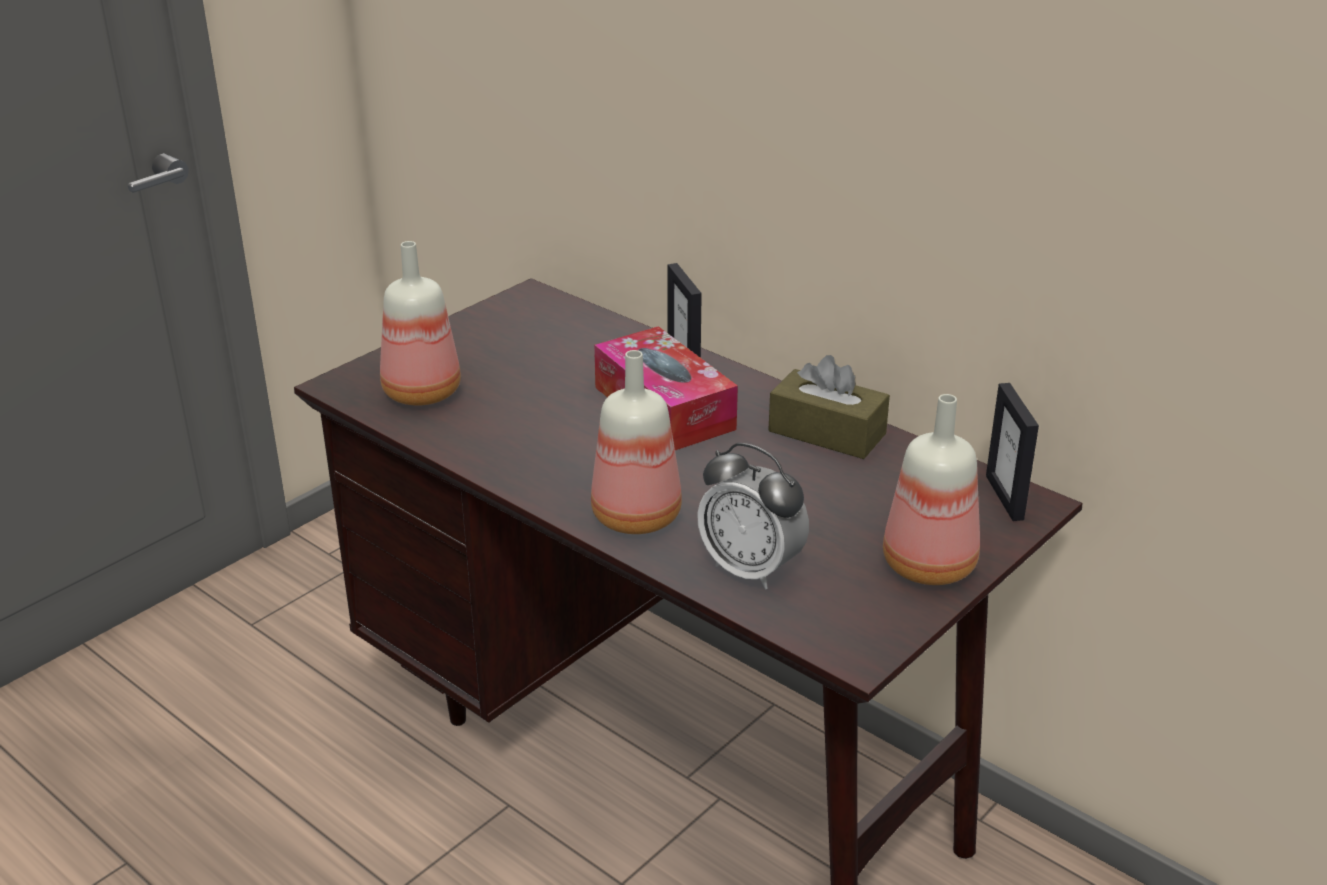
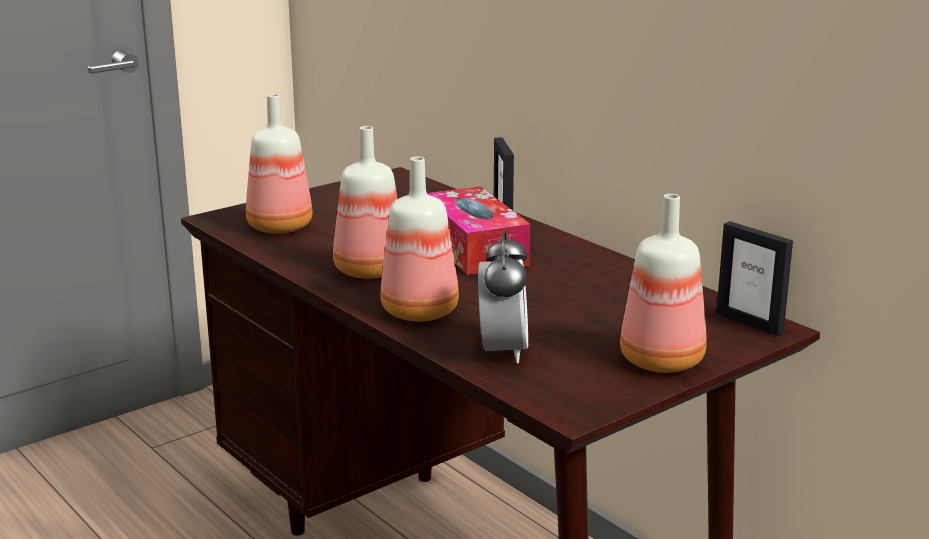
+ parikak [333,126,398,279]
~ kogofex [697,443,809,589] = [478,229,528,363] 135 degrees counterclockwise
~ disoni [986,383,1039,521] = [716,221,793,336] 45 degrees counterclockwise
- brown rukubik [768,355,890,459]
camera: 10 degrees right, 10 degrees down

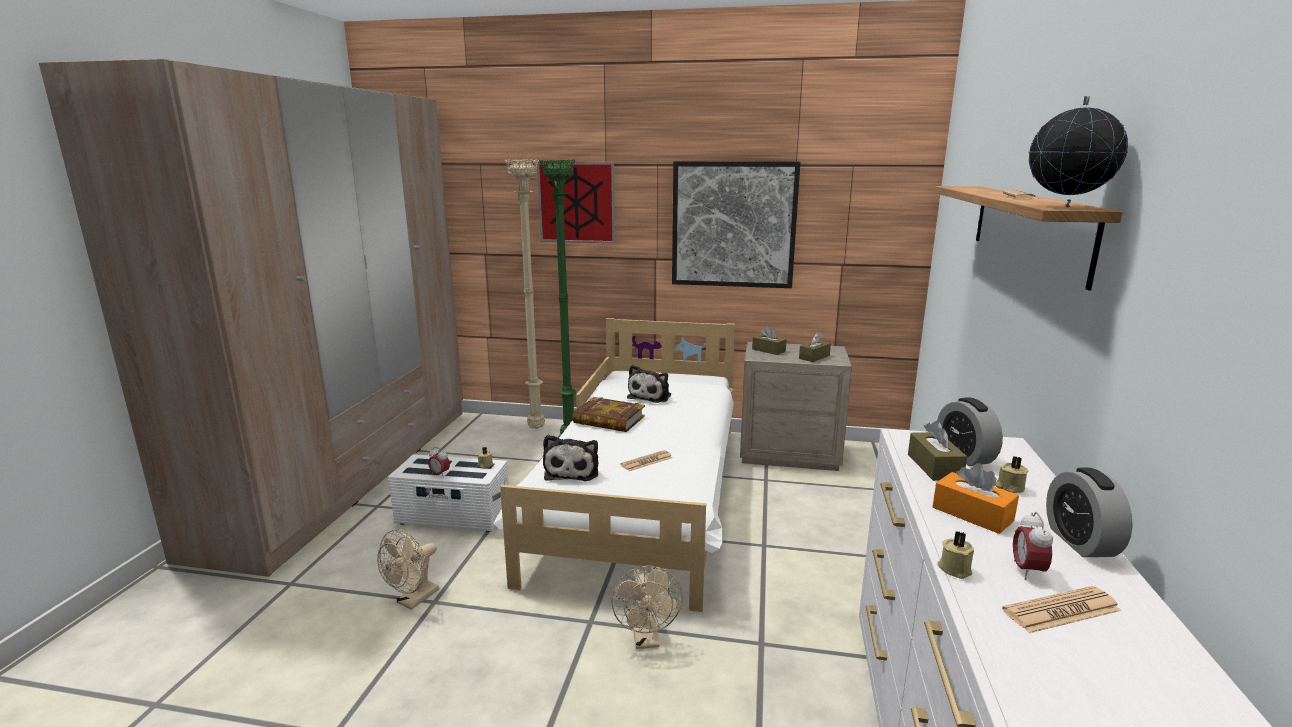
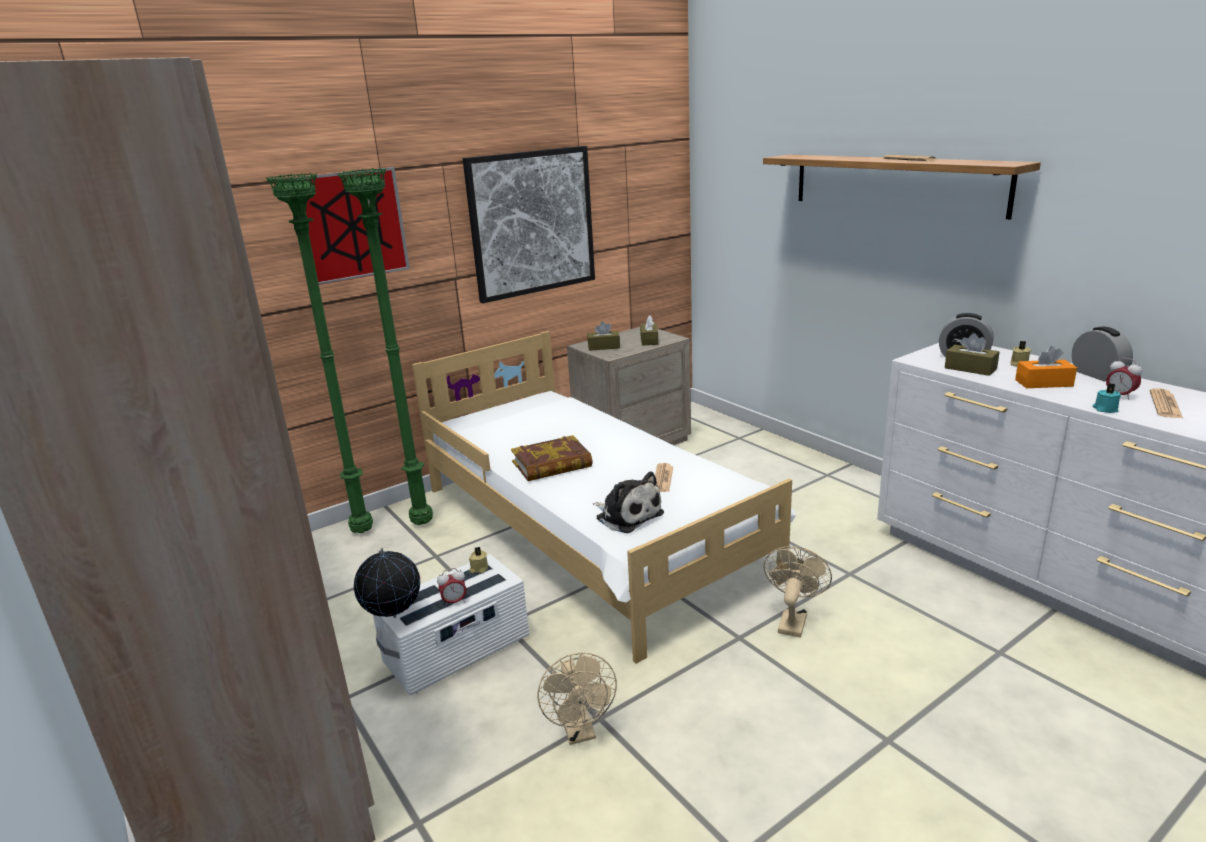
~ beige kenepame [505,159,545,429] to green kenepame [266,173,373,533]
~ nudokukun [1029,96,1128,207] to [354,548,420,618]
~ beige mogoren [611,566,683,649] = [764,546,832,638] 105 degrees counterclockwise
~ kogofex [1046,468,1133,557] = [1072,327,1133,382] 150 degrees counterclockwise
~ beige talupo [937,531,974,579] to turquoise talupo [1092,383,1121,413]
- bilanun [627,365,671,403]
camera: 45 degrees left, 5 degrees up

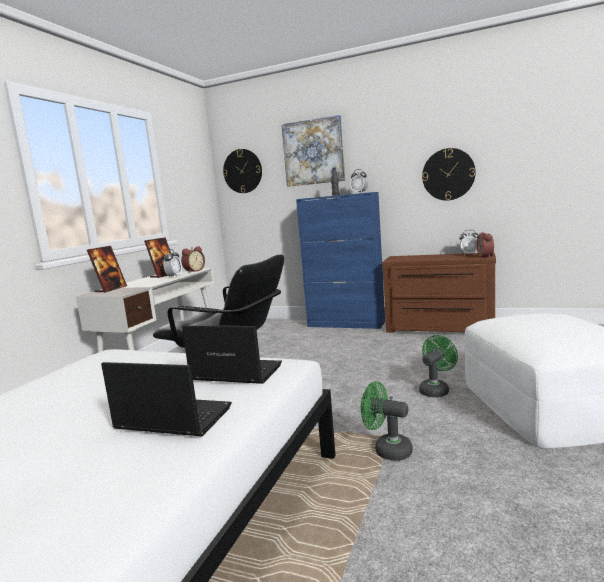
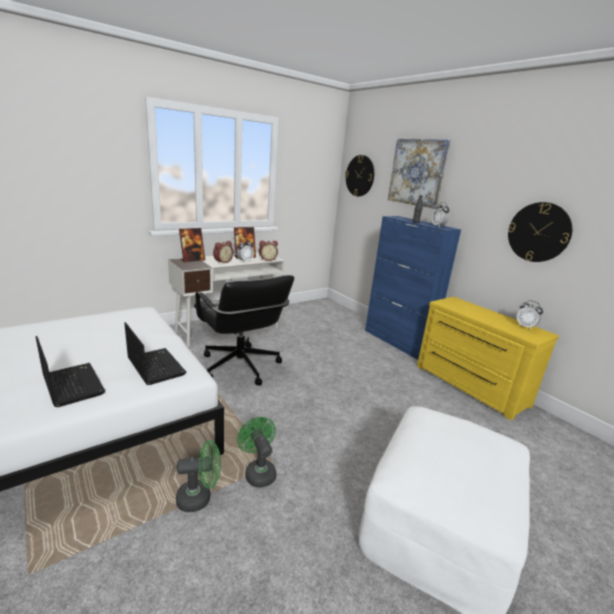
~ green mogoren [419,335,458,397] to [176,440,221,512]
~ kogofex [477,232,494,258] to [213,241,233,264]
~ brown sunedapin [382,253,496,333] to yellow sunedapin [417,296,559,420]
camera: 30 degrees right, 10 degrees up

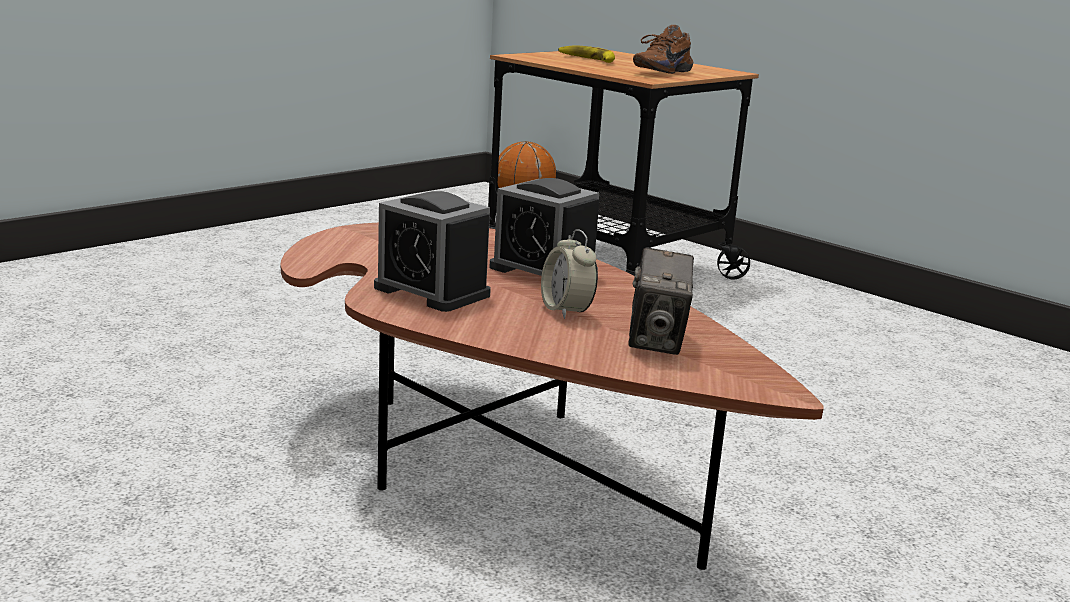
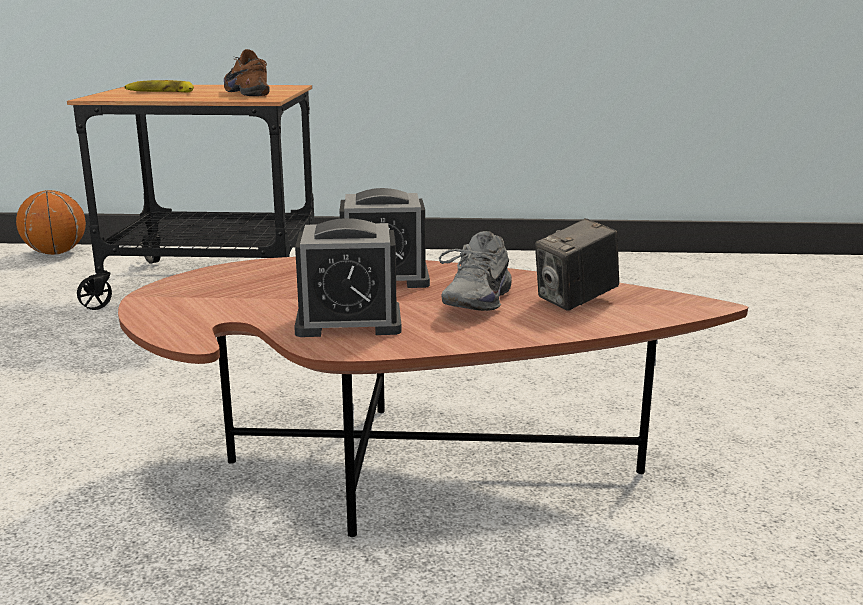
~ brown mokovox [633,25,693,74] = [224,49,270,96] 150 degrees clockwise
~ kogofex [541,229,598,319] to grey mokovox [439,231,512,311]
~ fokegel [629,247,694,355] = [535,218,619,311] 90 degrees clockwise
camera: 40 degrees left, 0 degrees up

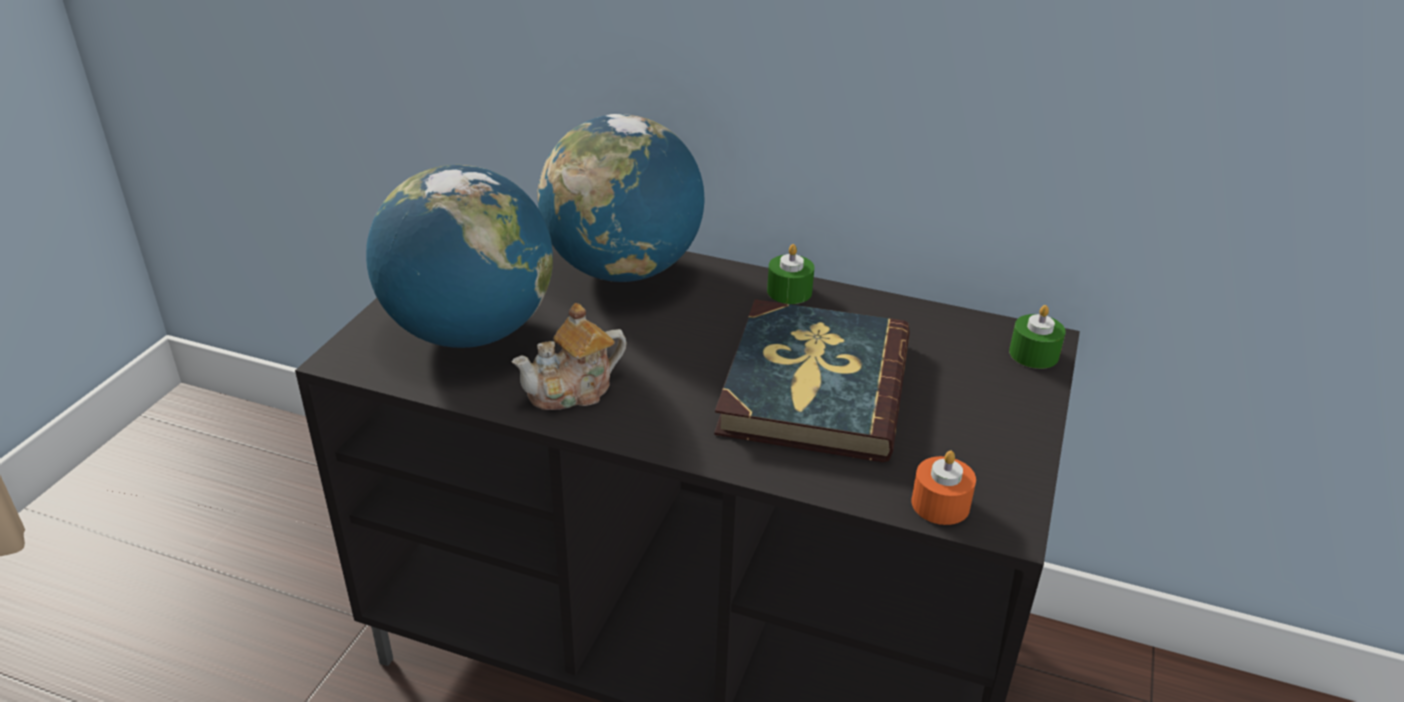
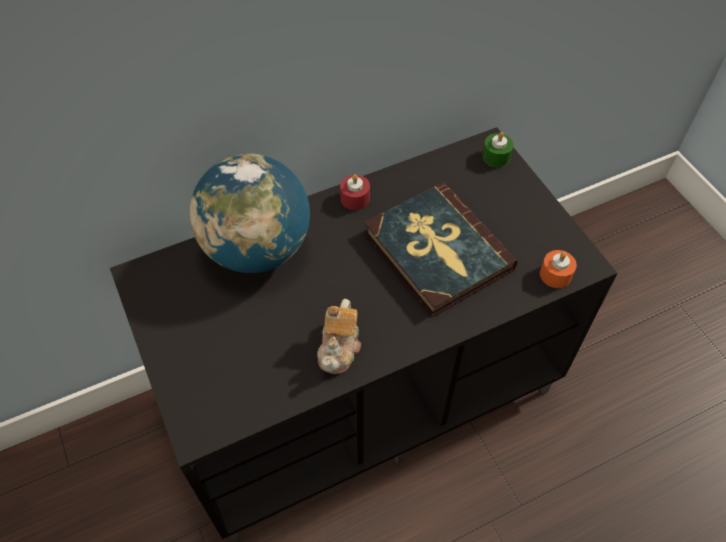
~ green talupo [767,244,814,304] to red talupo [340,174,370,210]
- nudokukun [366,165,553,348]
camera: 45 degrees left, 20 degrees up

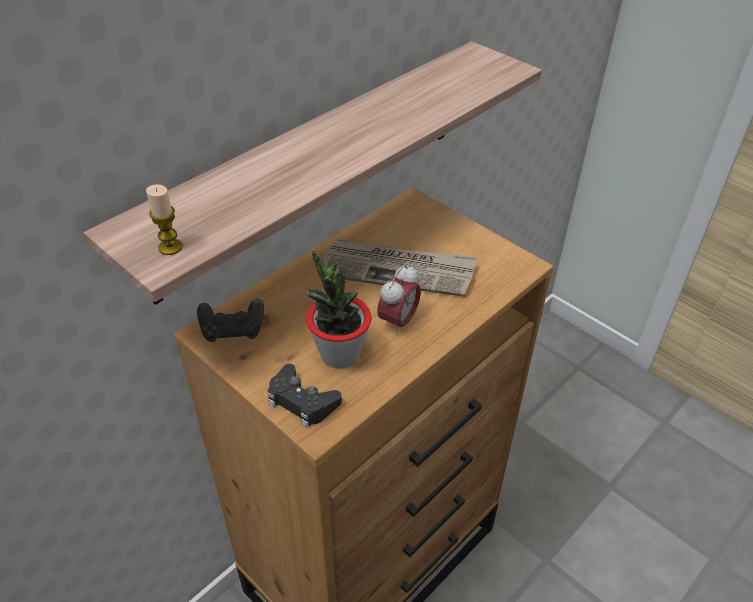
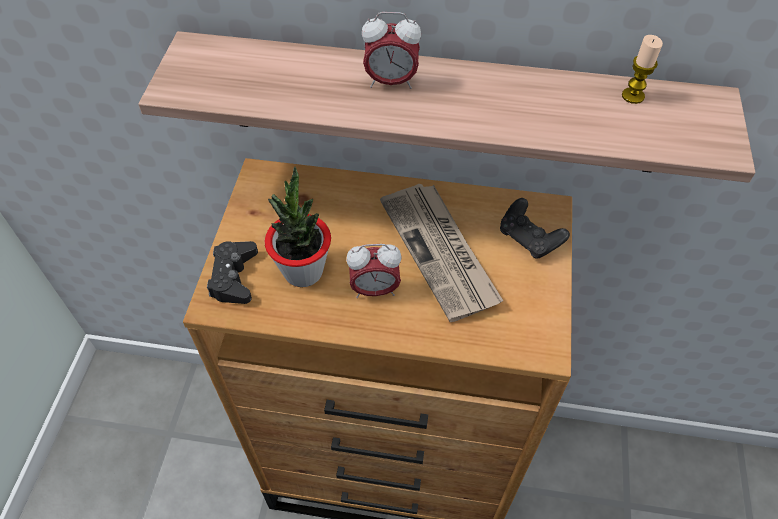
+ kogofex [362,12,421,89]
~ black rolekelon [197,299,264,342] to [500,198,570,259]
~ talupo [146,184,183,255] to [622,35,663,104]
camera: 55 degrees right, 10 degrees up

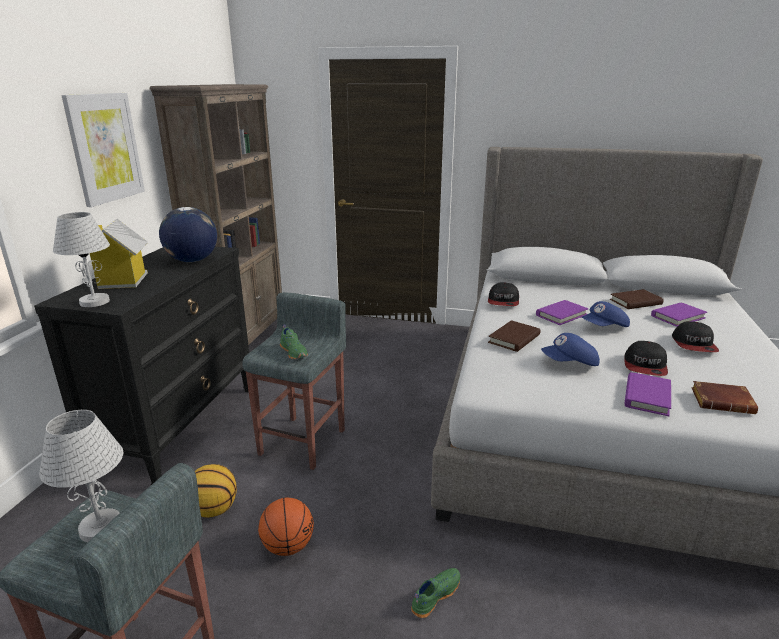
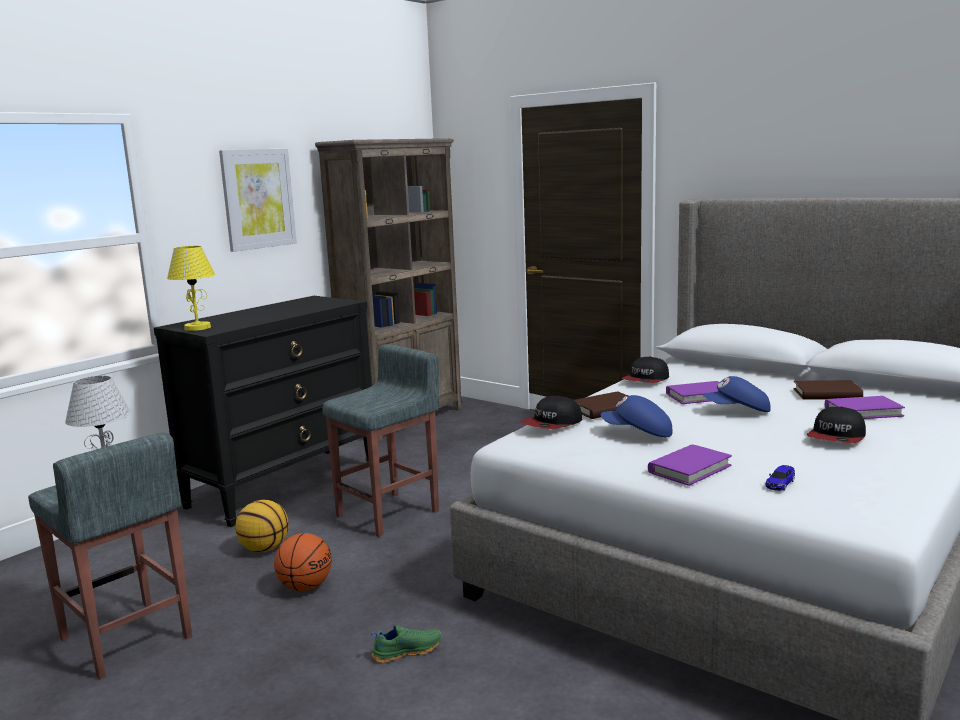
~ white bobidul [53,212,110,307] to yellow bobidul [167,246,215,331]
~ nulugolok [625,341,668,376] to [520,396,582,429]
~ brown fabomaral [691,381,758,414] to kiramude [766,465,795,491]
- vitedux [90,219,148,289]
- nudokukun [159,207,217,262]
- green mokovox [280,324,308,360]
camera: 25 degrees right, 10 degrees down

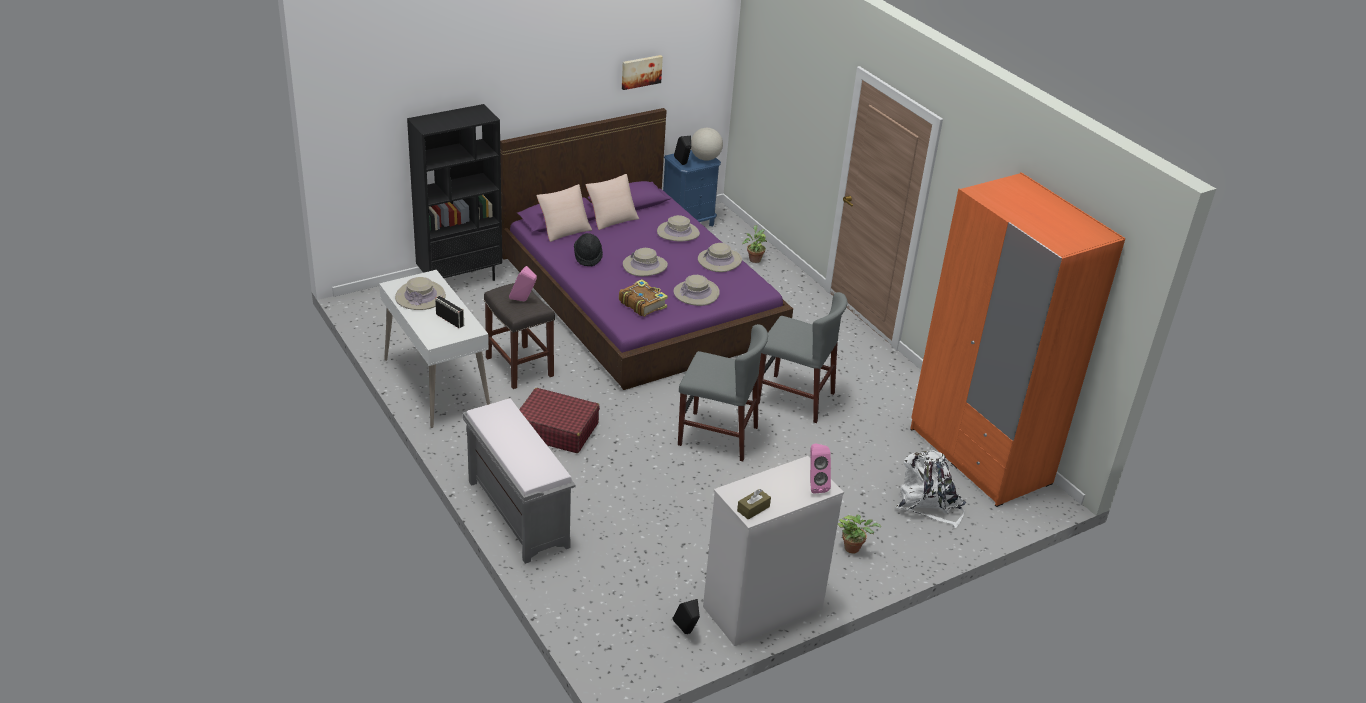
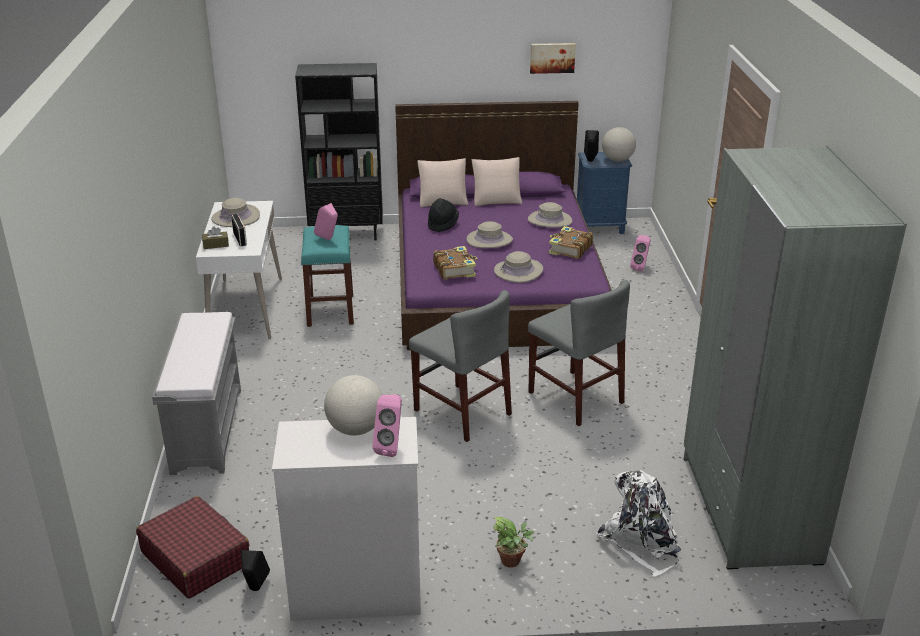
~ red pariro [519,388,600,453] to [136,496,250,599]
~ brown rukubik [737,489,771,520] to [202,226,229,249]
~ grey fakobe [484,283,555,389] to turquoise fakobe [301,225,354,327]
+ nudokukun [324,375,383,435]
~ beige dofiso [698,243,742,272] to fabomaral [549,226,593,259]
~ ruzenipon [742,225,767,263] to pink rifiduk [630,235,651,271]
~ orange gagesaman [910,172,1126,507] to grey gagesaman [684,146,907,569]
camera: 30 degrees right, 5 degrees down

